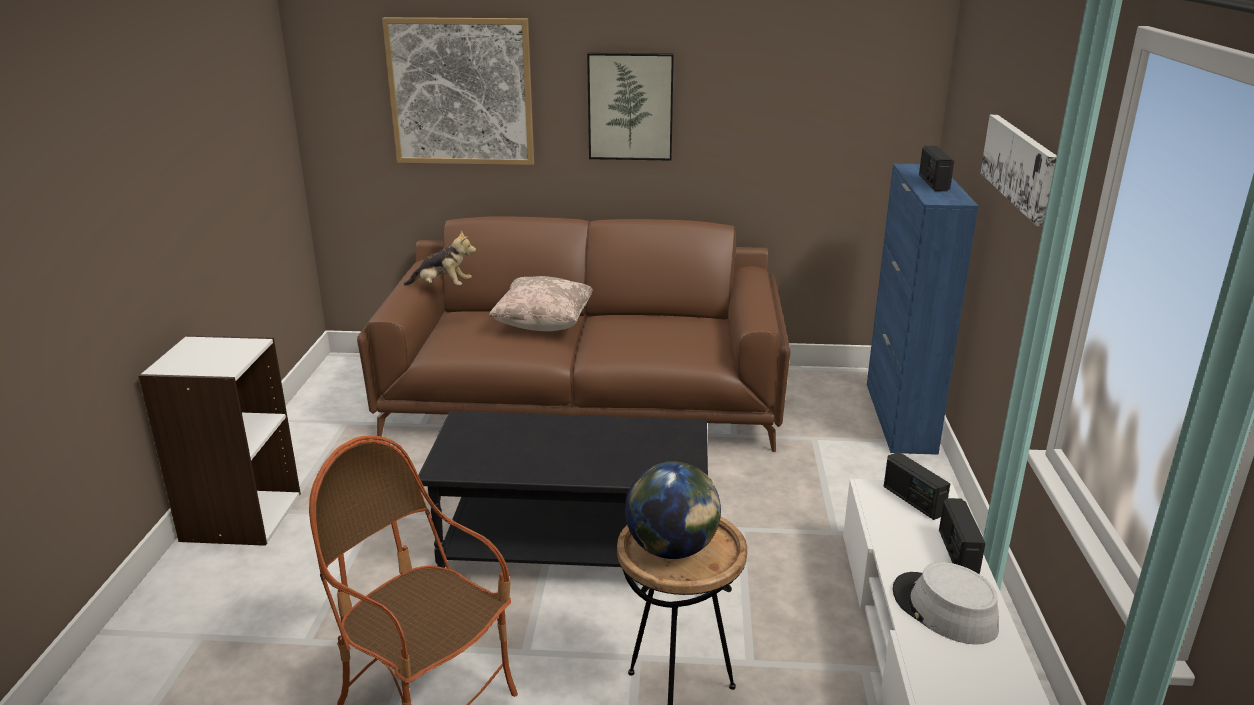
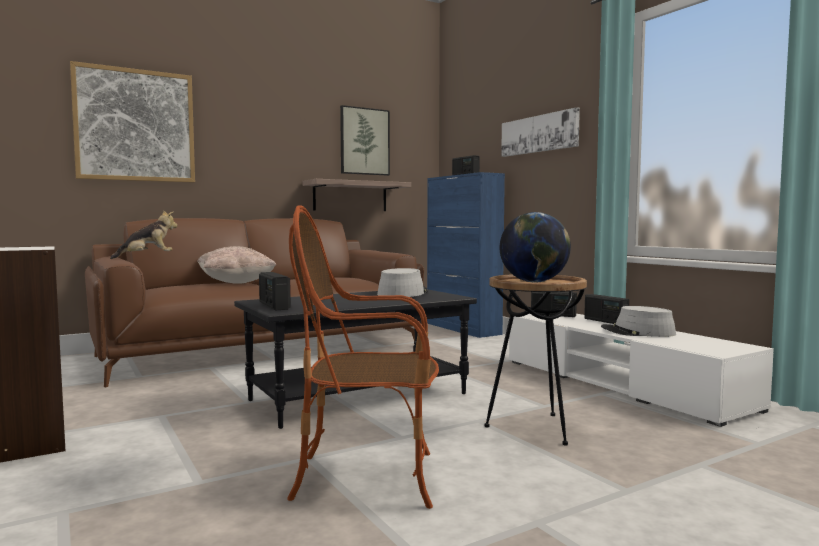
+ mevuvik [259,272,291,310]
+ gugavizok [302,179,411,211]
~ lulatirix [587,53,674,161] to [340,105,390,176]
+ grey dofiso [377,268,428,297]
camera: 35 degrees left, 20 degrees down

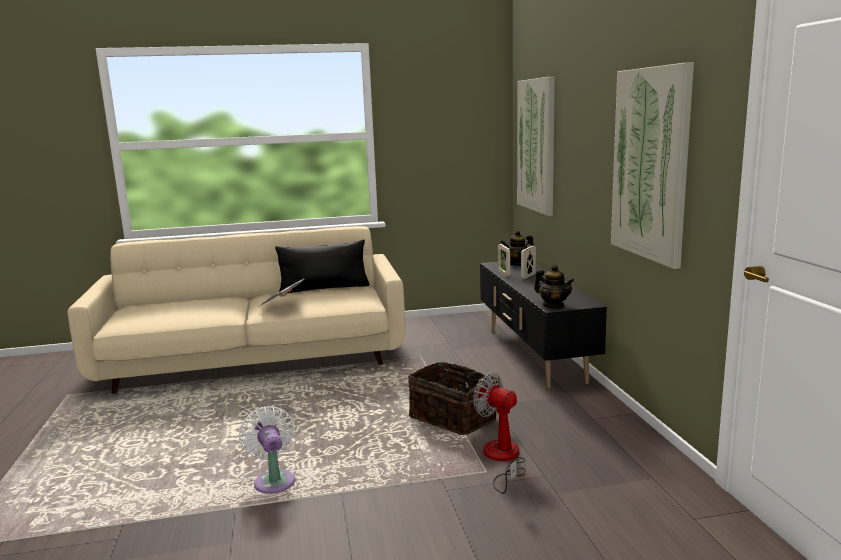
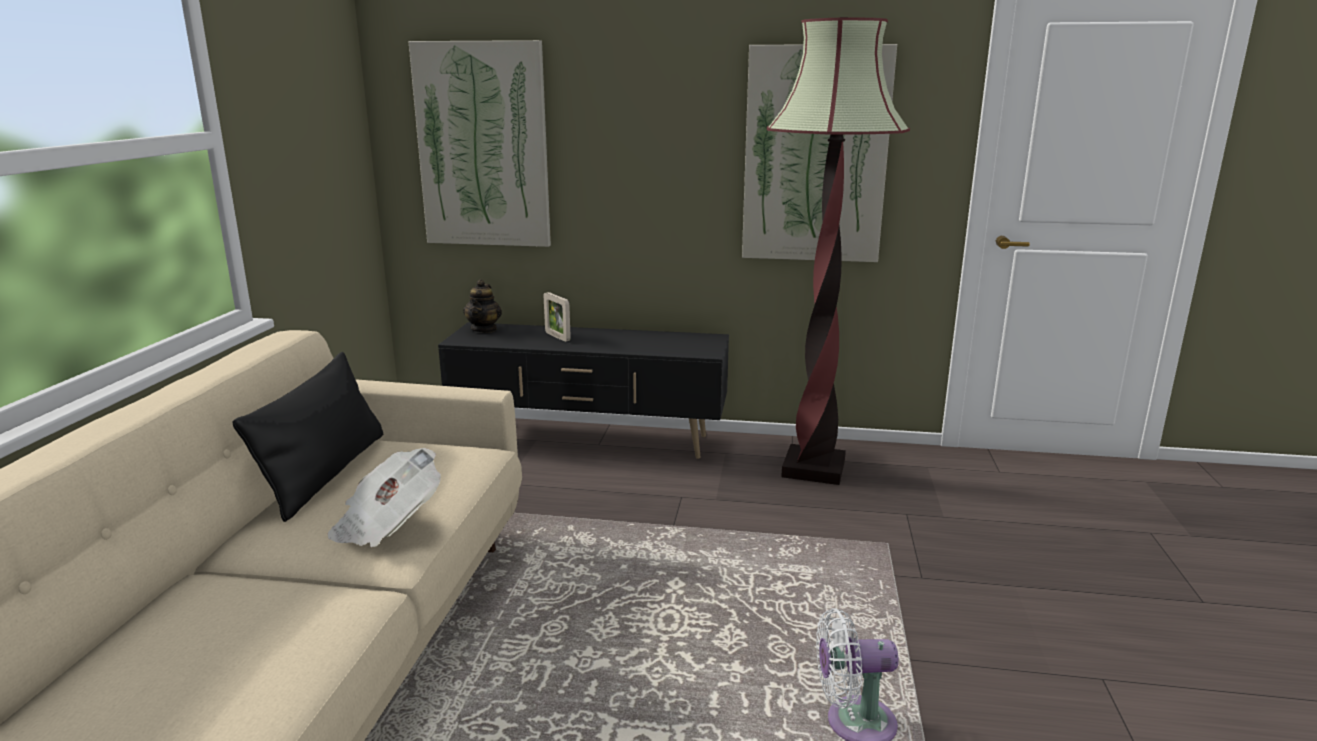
+ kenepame [767,17,910,485]
- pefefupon [408,362,500,435]
- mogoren [473,373,526,494]
- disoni [498,244,510,277]
- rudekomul [534,264,574,308]
camera: 70 degrees left, 5 degrees up

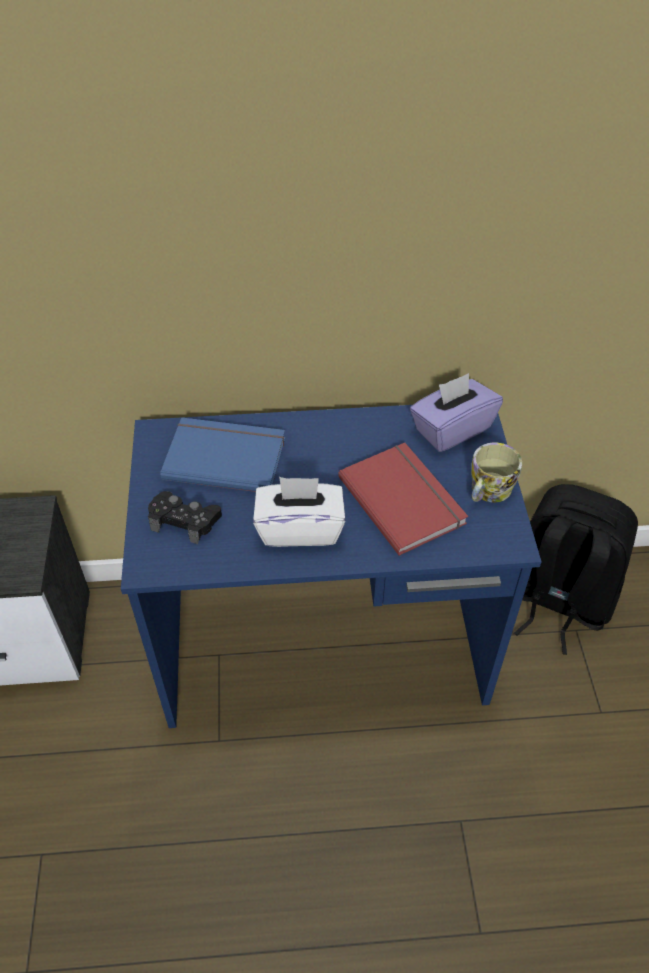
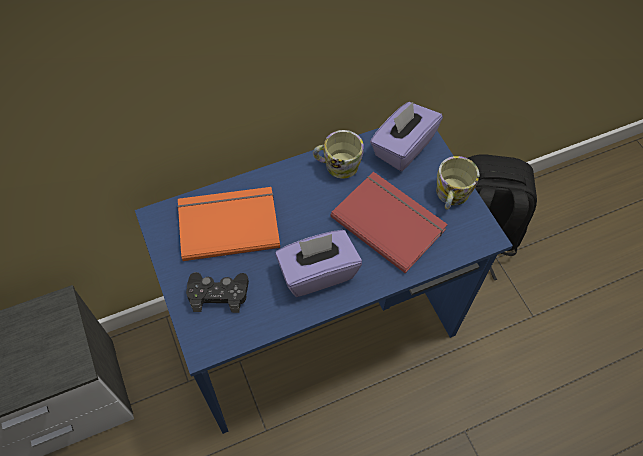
~ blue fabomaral [161,417,285,492] to orange fabomaral [177,187,280,261]
~ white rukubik [253,477,346,547] to purple rukubik [275,230,362,297]
+ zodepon [313,130,364,179]
camera: 20 degrees left, 10 degrees up

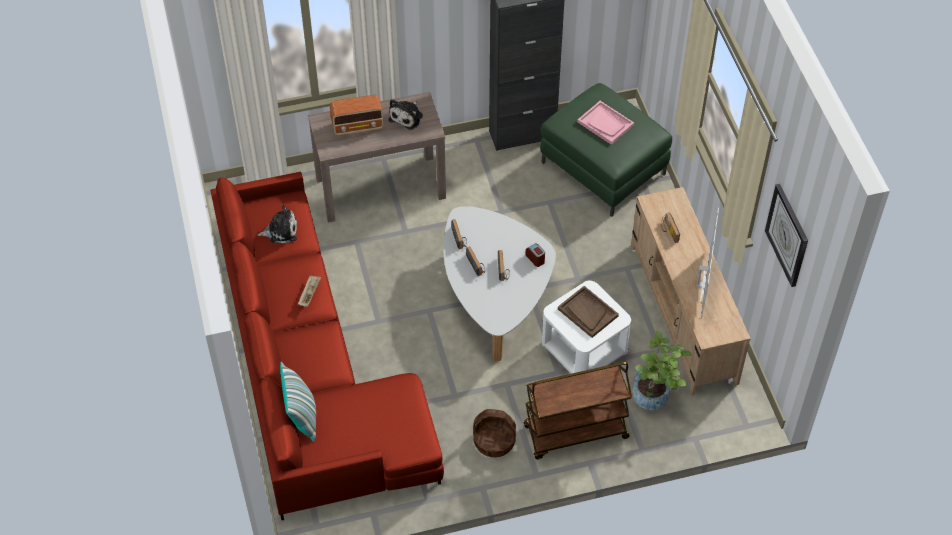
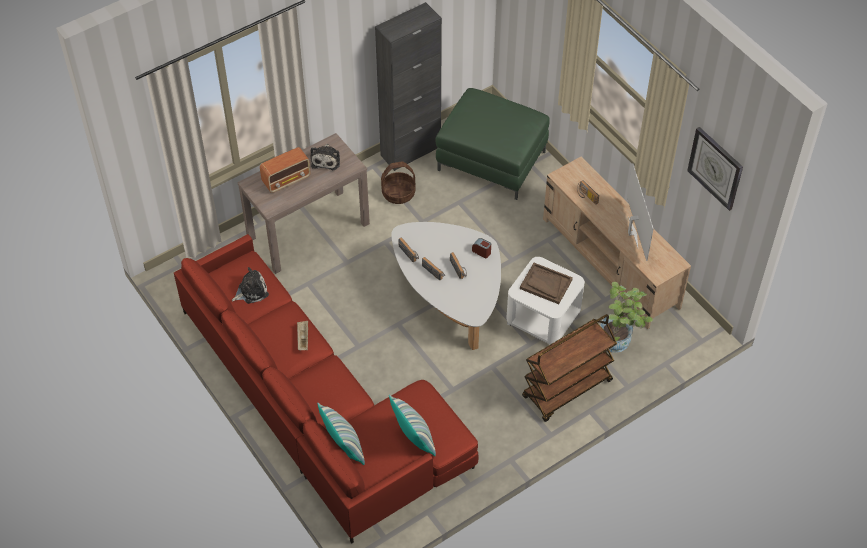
~ pefefupon [473,409,516,457] to [381,162,416,204]
+ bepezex [389,395,436,456]
- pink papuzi [578,101,634,145]
camera: 20 degrees left, 0 degrees up

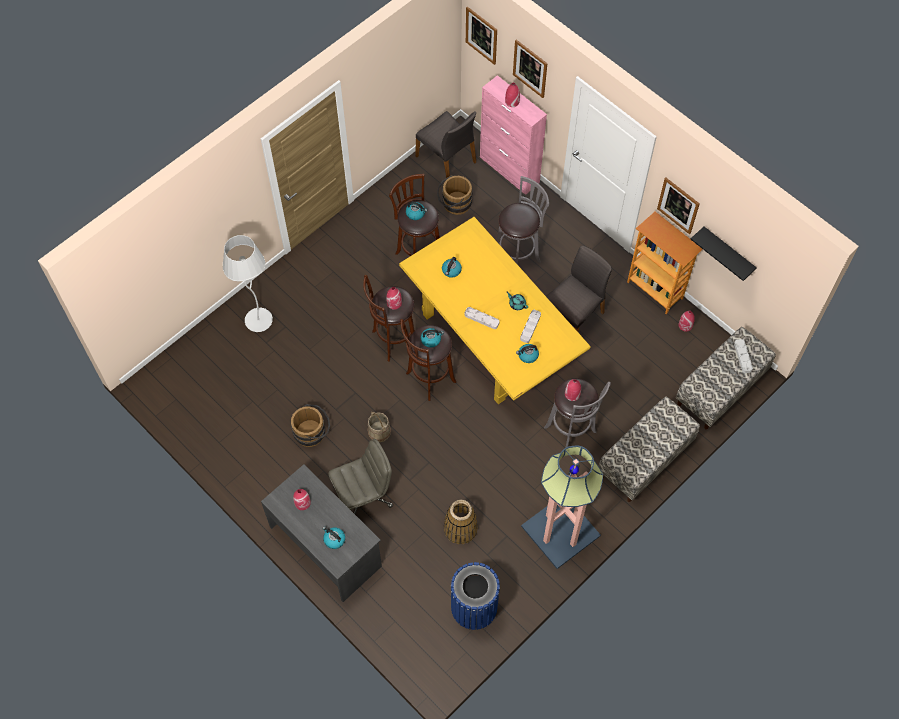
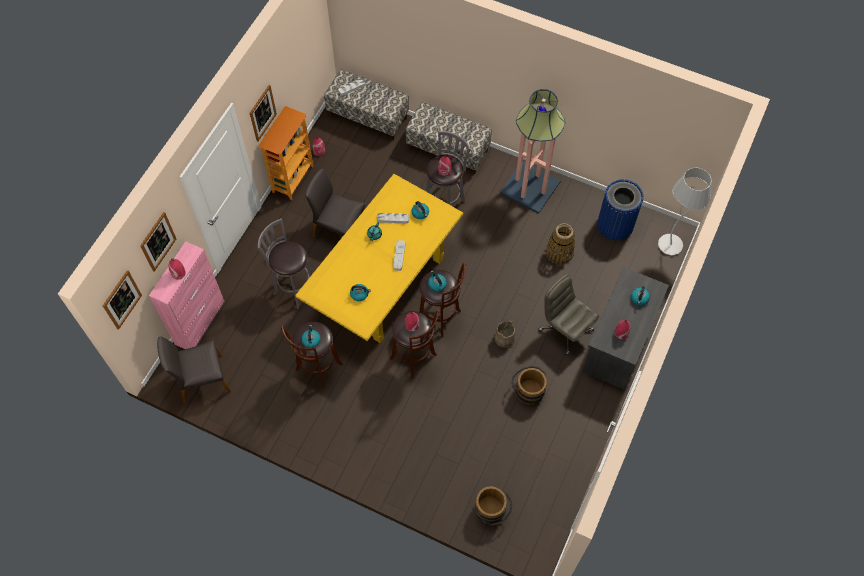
~ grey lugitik [415,111,476,178] = [157,336,231,403] 135 degrees counterclockwise
~ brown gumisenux [437,175,472,215] to [475,486,512,526]
~ white kenepame [223,235,273,332] to [658,168,712,255]
- black gugavizok [691,227,757,281]
camera: 110 degrees left, 0 degrees up

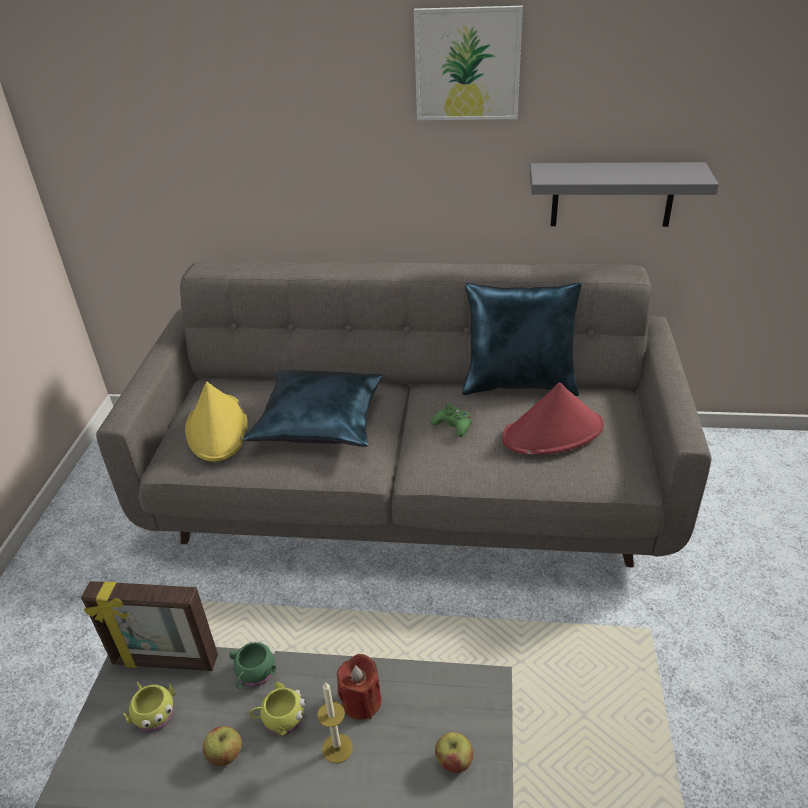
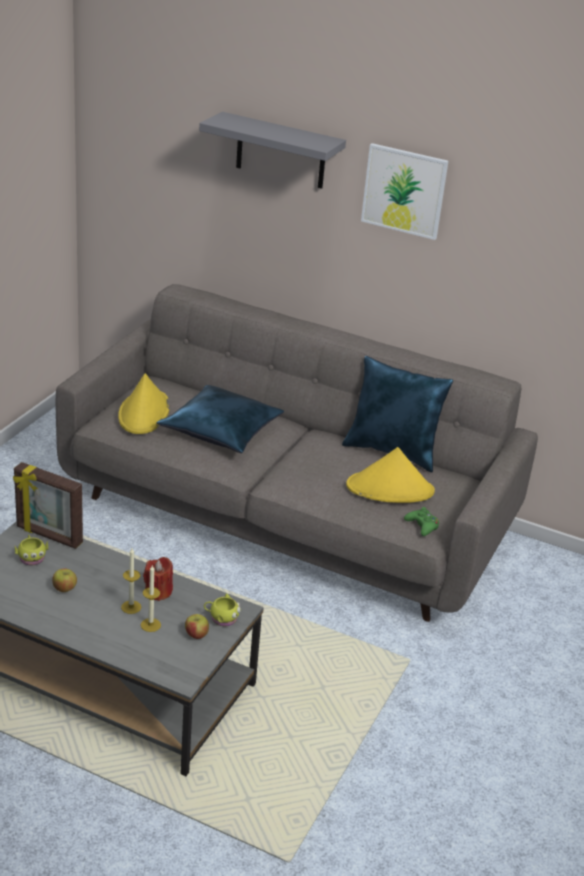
+ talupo [141,565,161,632]
~ grey gugavizok [530,162,719,227] to [199,112,346,189]
~ yellow zodepon [249,682,306,735] to [204,593,241,626]
~ red dofiso [502,383,604,455] to yellow dofiso [346,447,435,503]
~ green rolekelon [431,404,472,437] to [404,507,439,536]
- green zodepon [230,640,276,689]
camera: 15 degrees right, 5 degrees down

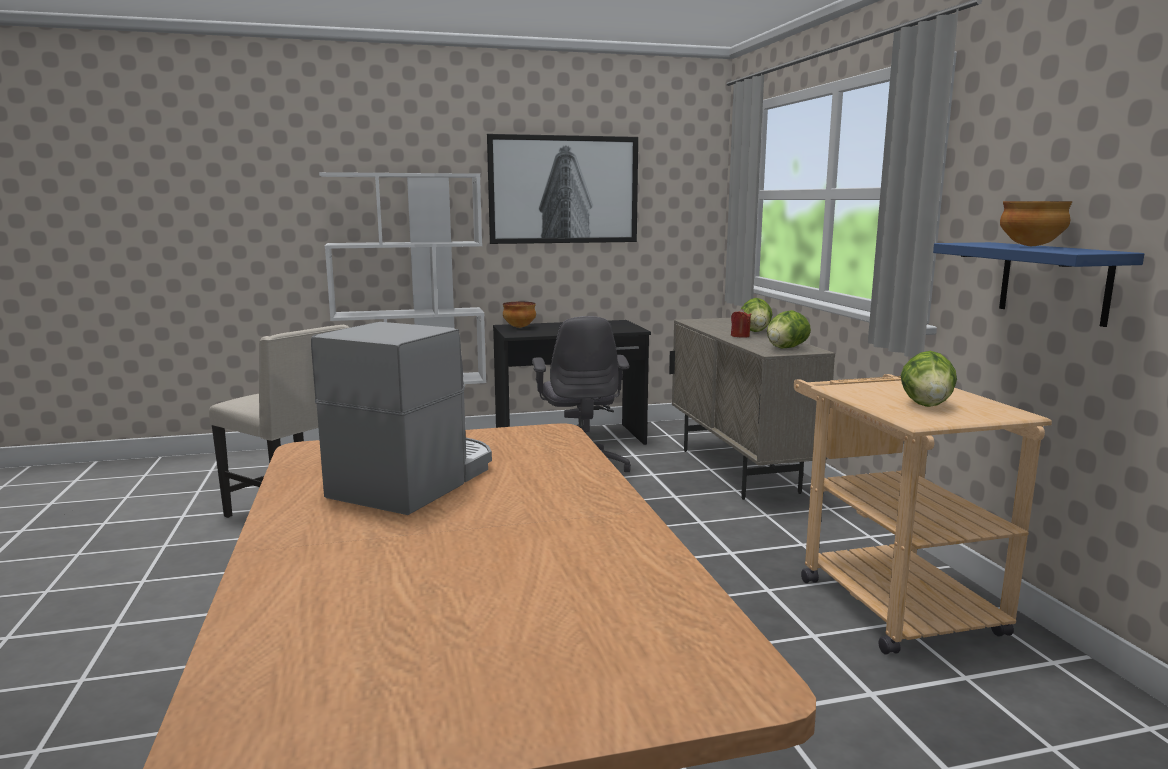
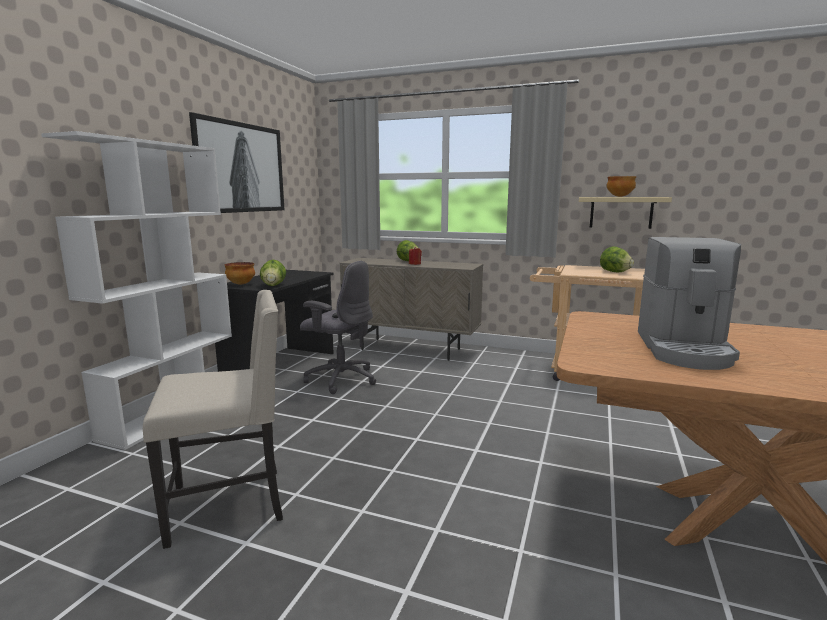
~ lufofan [767,310,811,348] to [260,260,286,286]
~ blue gugavizok [933,242,1144,327] to beige gugavizok [579,197,672,229]
~ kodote [311,322,492,515] = [638,237,741,370] 135 degrees counterclockwise
camera: 55 degrees left, 0 degrees up

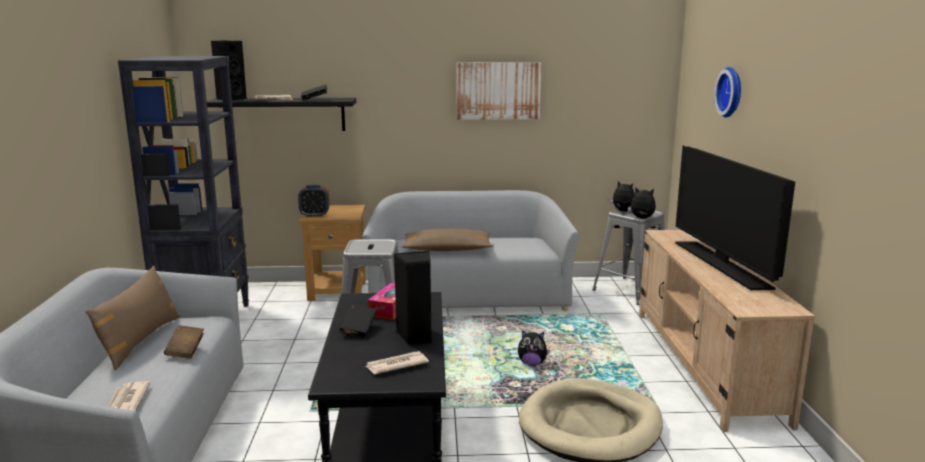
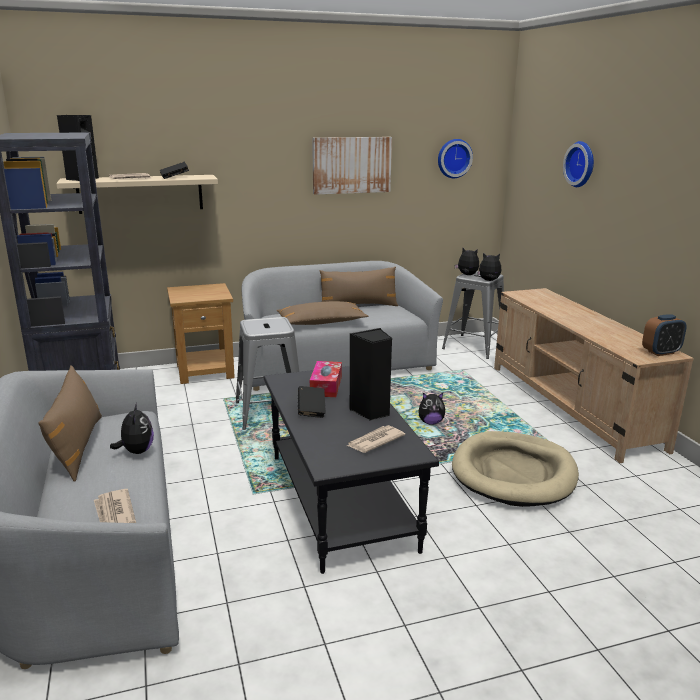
~ black gugavizok [207,98,356,131] to beige gugavizok [56,175,218,214]
~ brown fabomaral [164,325,204,359] to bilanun [110,403,154,454]
+ brown bepezex [320,267,398,306]
+ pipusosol [438,139,473,178]
~ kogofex [298,185,330,217] to [642,314,687,356]
- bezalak [675,146,795,290]
camera: 15 degrees left, 5 degrees up

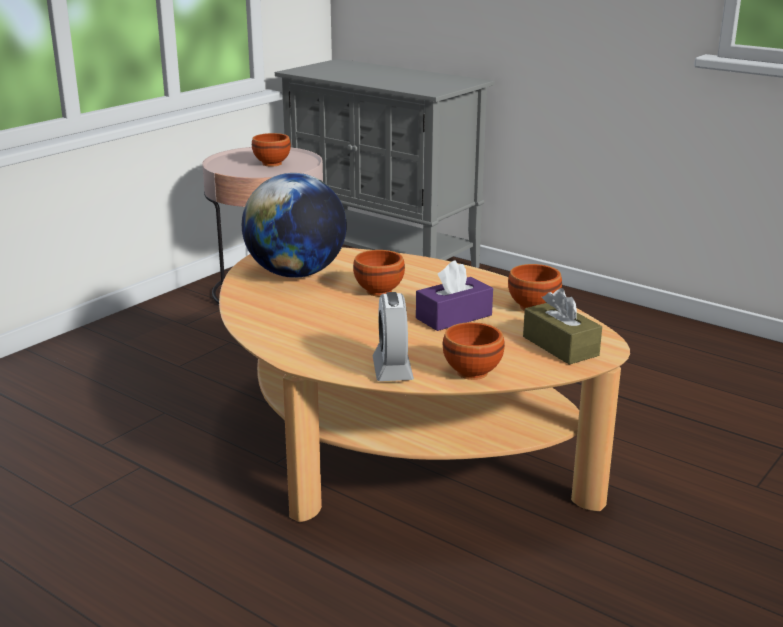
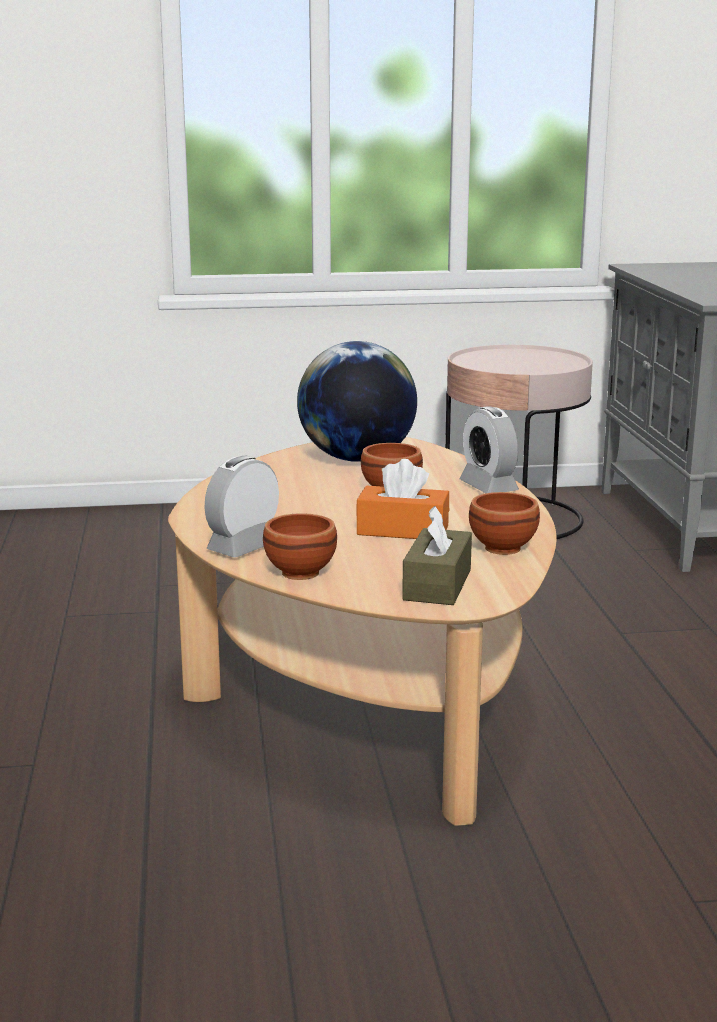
~ purple rukubik [416,260,493,331] to orange rukubik [356,459,449,539]
+ kogofex [460,407,519,493]
- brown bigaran [252,133,291,167]
camera: 45 degrees right, 5 degrees down

